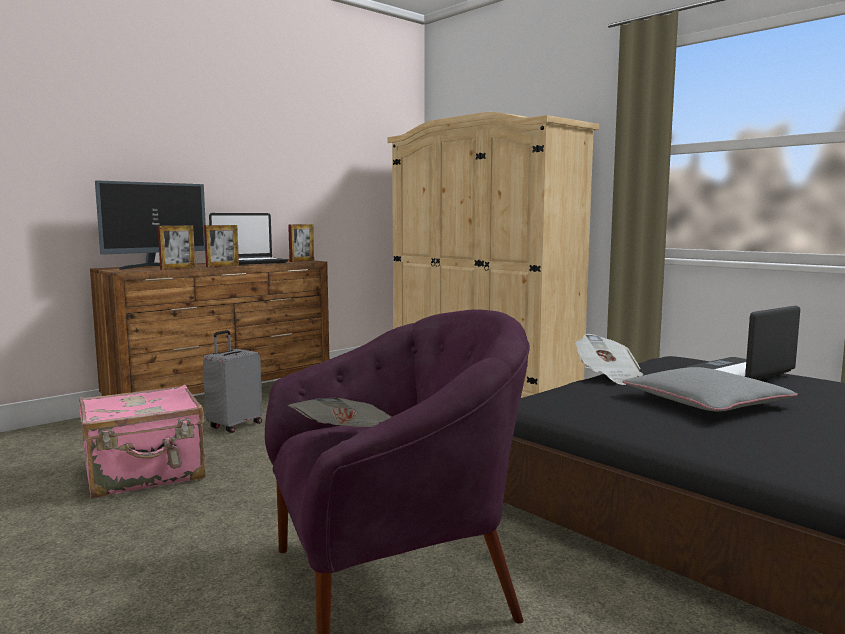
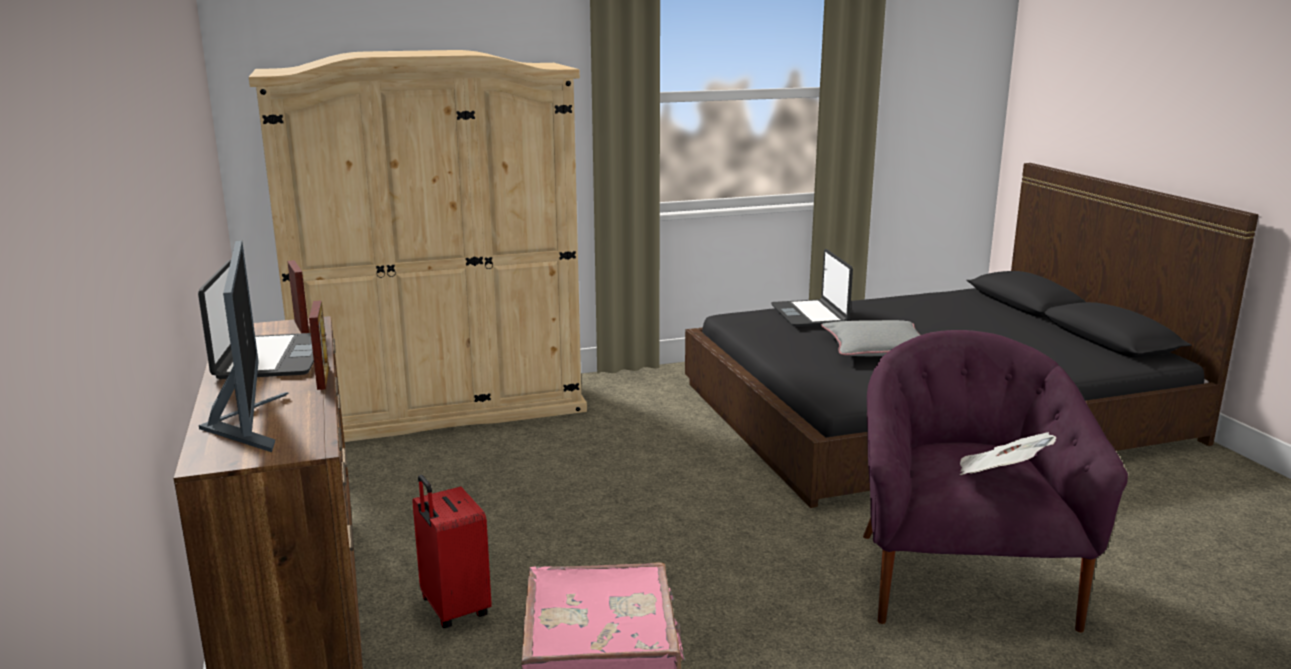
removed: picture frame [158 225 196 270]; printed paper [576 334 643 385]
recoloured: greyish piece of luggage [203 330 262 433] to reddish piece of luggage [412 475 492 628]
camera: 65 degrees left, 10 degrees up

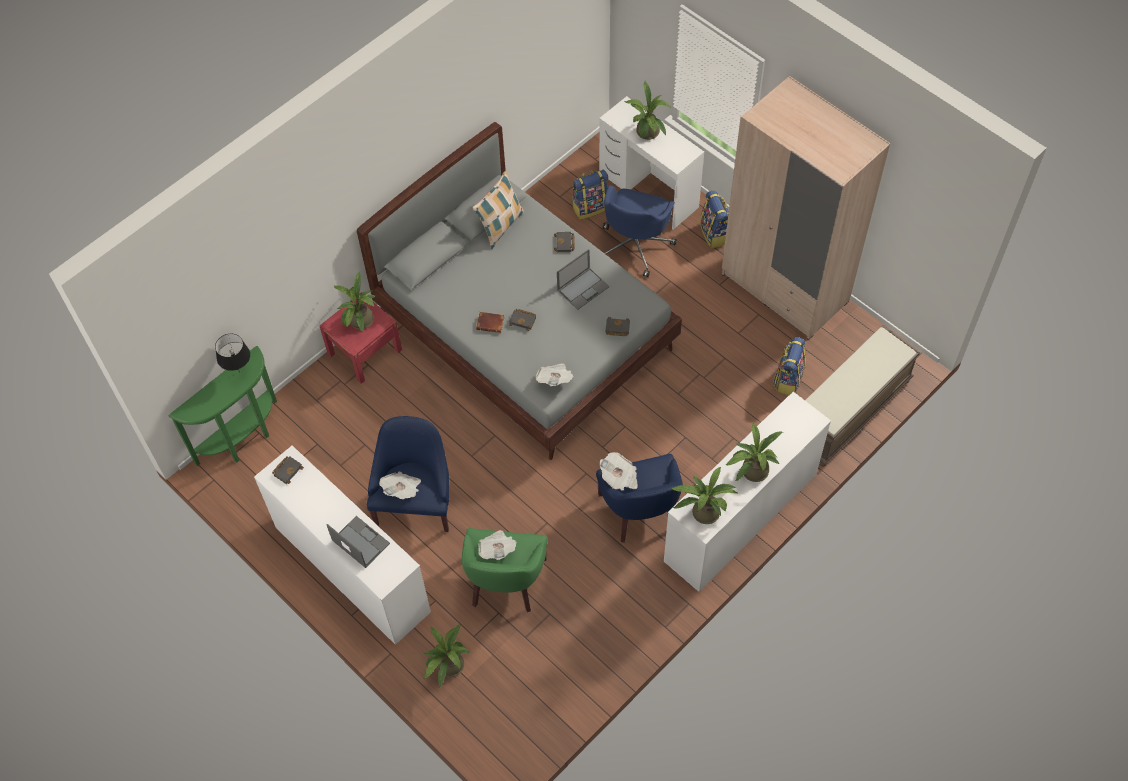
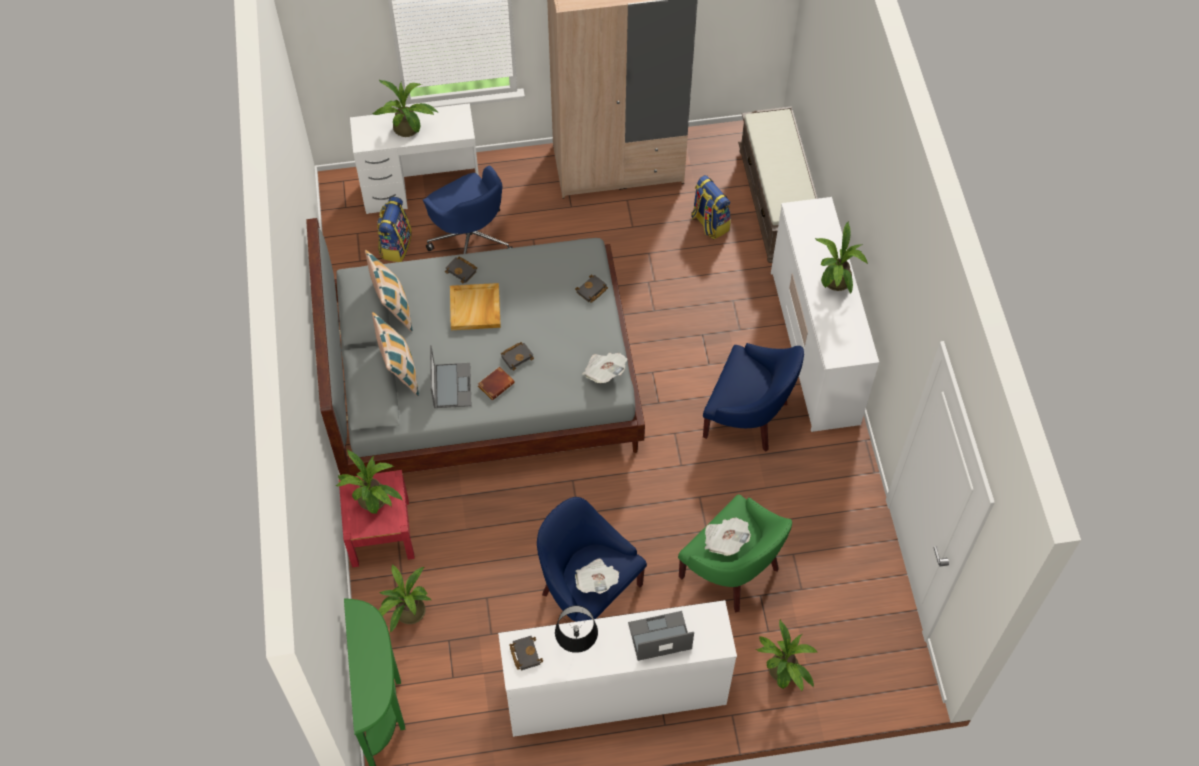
removed: printed paper [599 452 638 491]; rucksack [700 190 729 248]
added: cushion [372 312 419 396]; beige serving tray [450 283 501 330]
moved: plant in a pot [671 467 737 524] to [378 565 432 632]; laptop [557 249 609 310] to [430 345 471 408]; black-coloured tabletop lamp [215 334 250 372] to [555 605 598 653]
camera: 55 degrees left, 0 degrees up

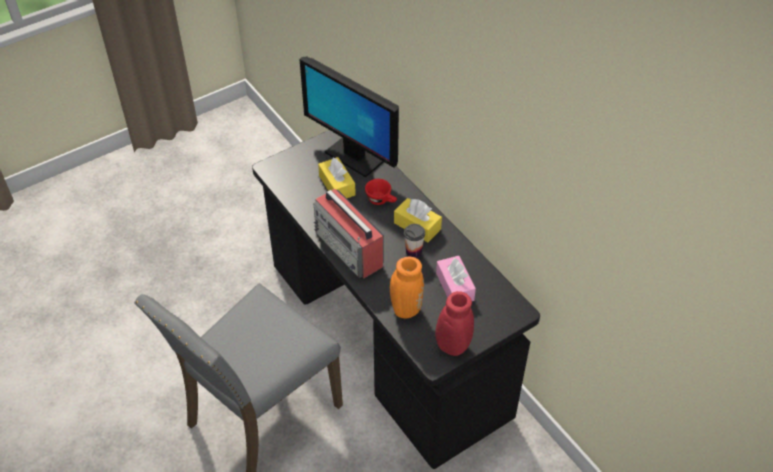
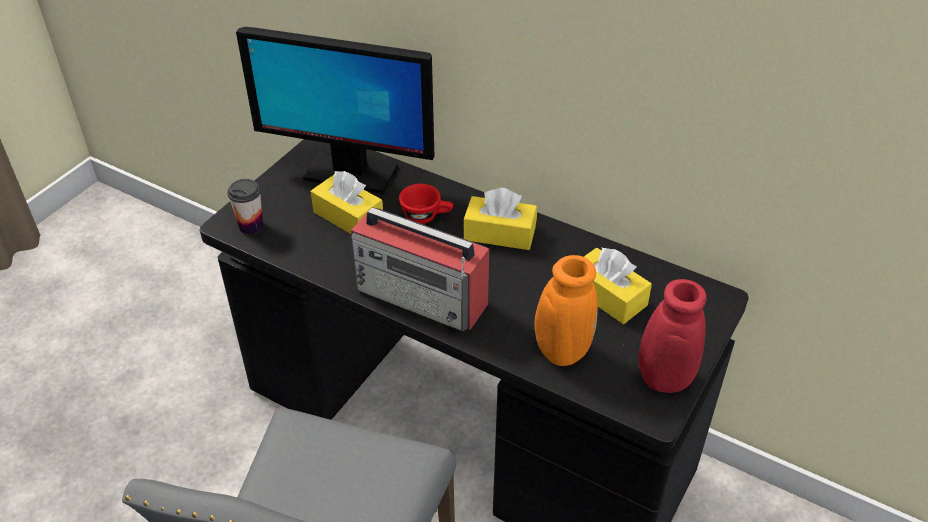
moved: small cup [404 224 425 258] to [227 179 263 235]
recoloured: pink-coloured tissue box [436 256 476 301] to yellowish tissue box [584 248 652 324]
camera: 25 degrees left, 5 degrees down

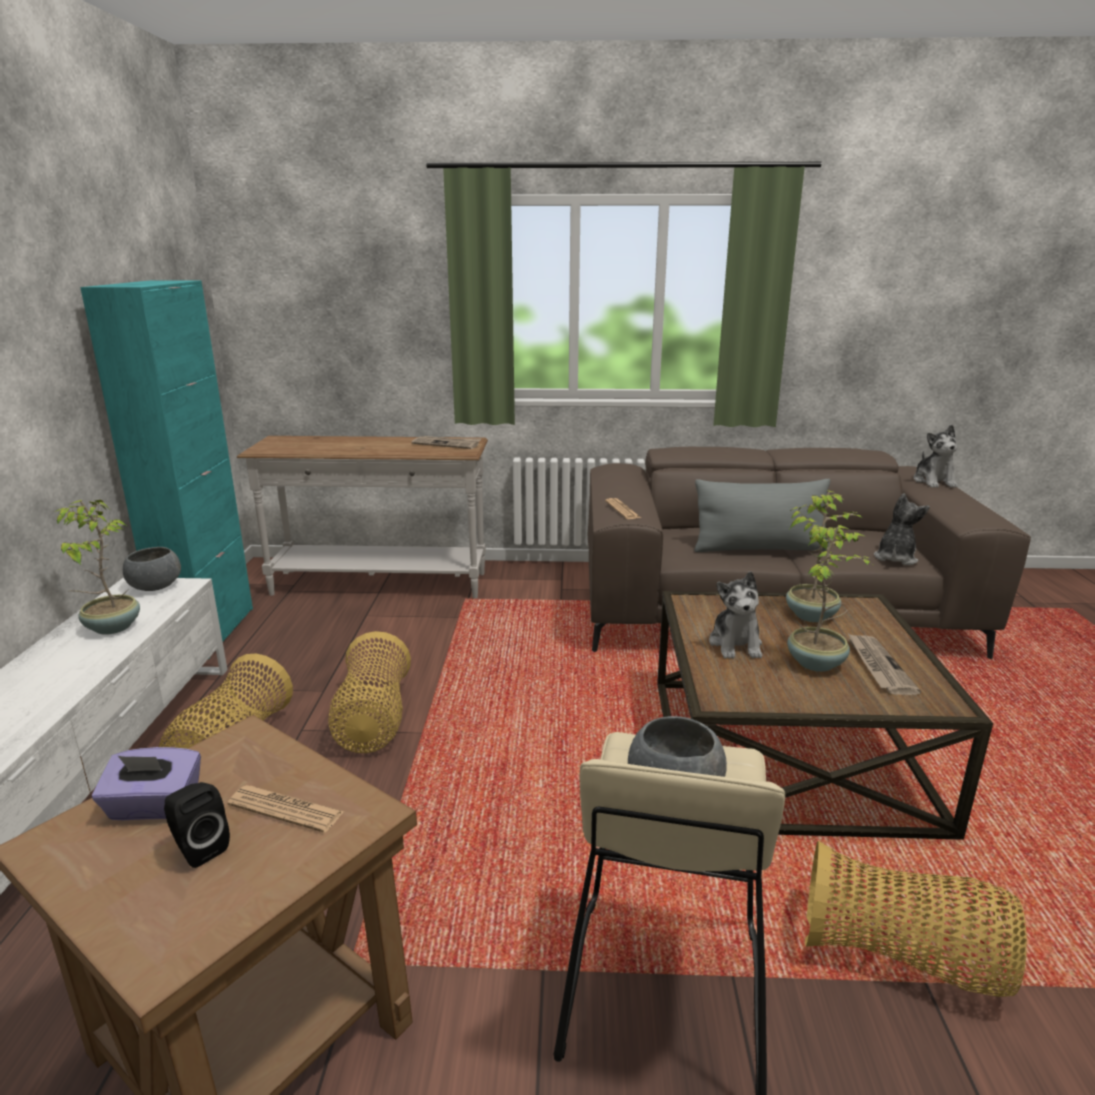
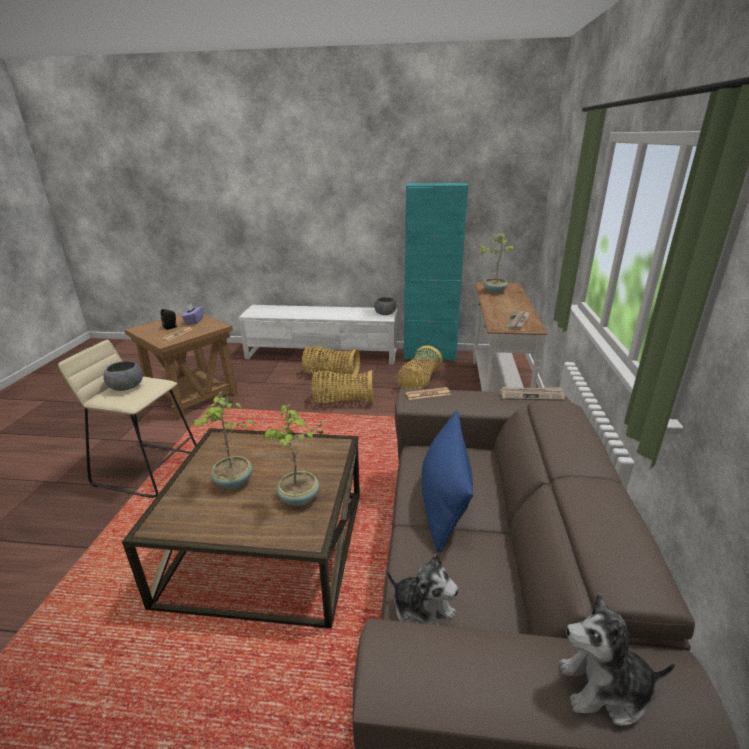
removed: plush toy [709 571 762 659]
moved: basket [805 841 1027 997] to [397 345 443 389]; plant in a pot [55 500 140 635] to [478 233 515 294]; printed paper [847 633 921 695] to [500 387 565 401]
recoloured: greyish cushion [694 479 830 552] to bluish cushion [421 411 473 552]
camera: 95 degrees right, 5 degrees up

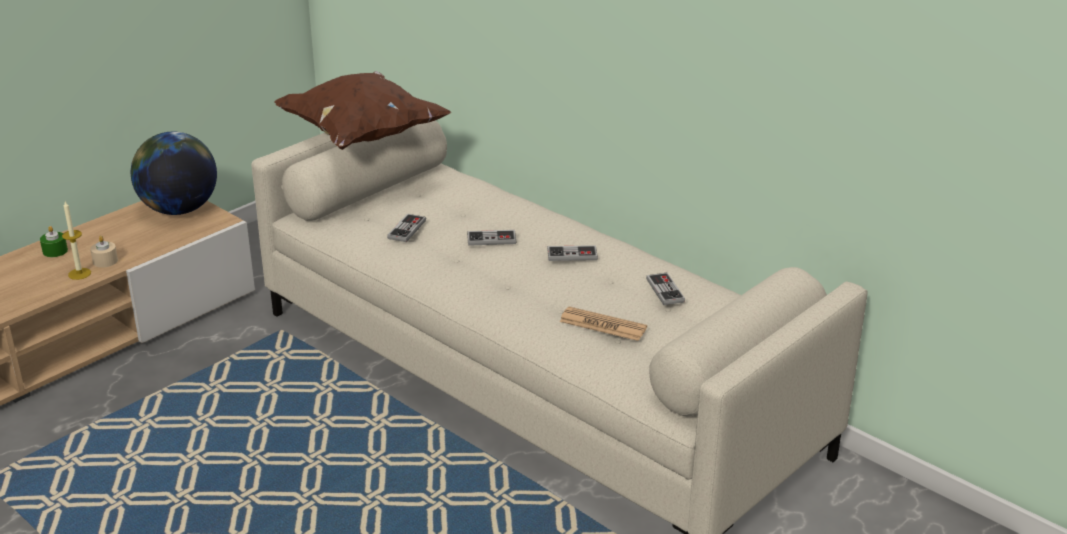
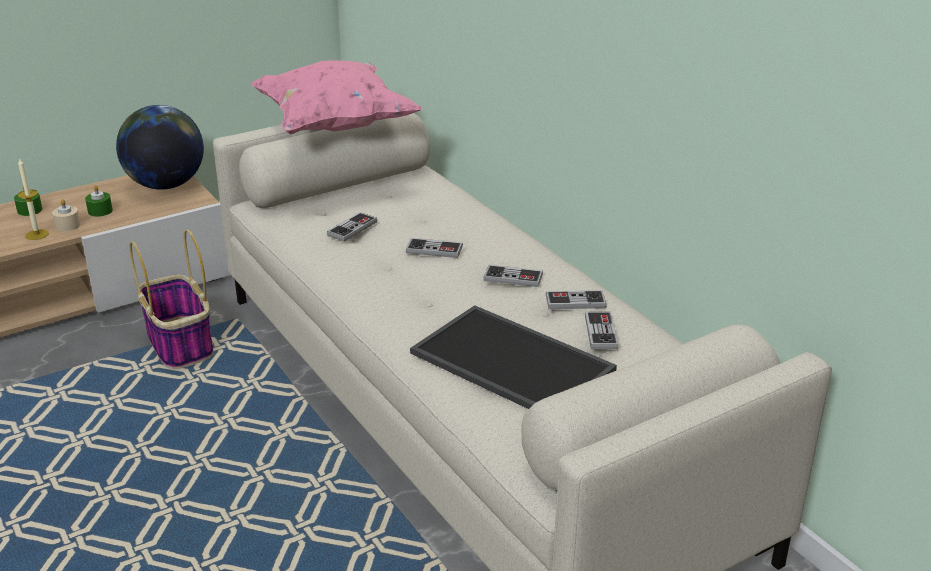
added: green wax light [85 185 113 217]; basket [129 229 213 369]; joypad [545 290 606 309]
replaced: printed paper [560 306 647 341] to serving tray [410 305 617 409]
recoloured: brownish cushion [274 71 451 150] to pink-coloured cushion [252 60 422 135]
camera: 15 degrees right, 0 degrees up

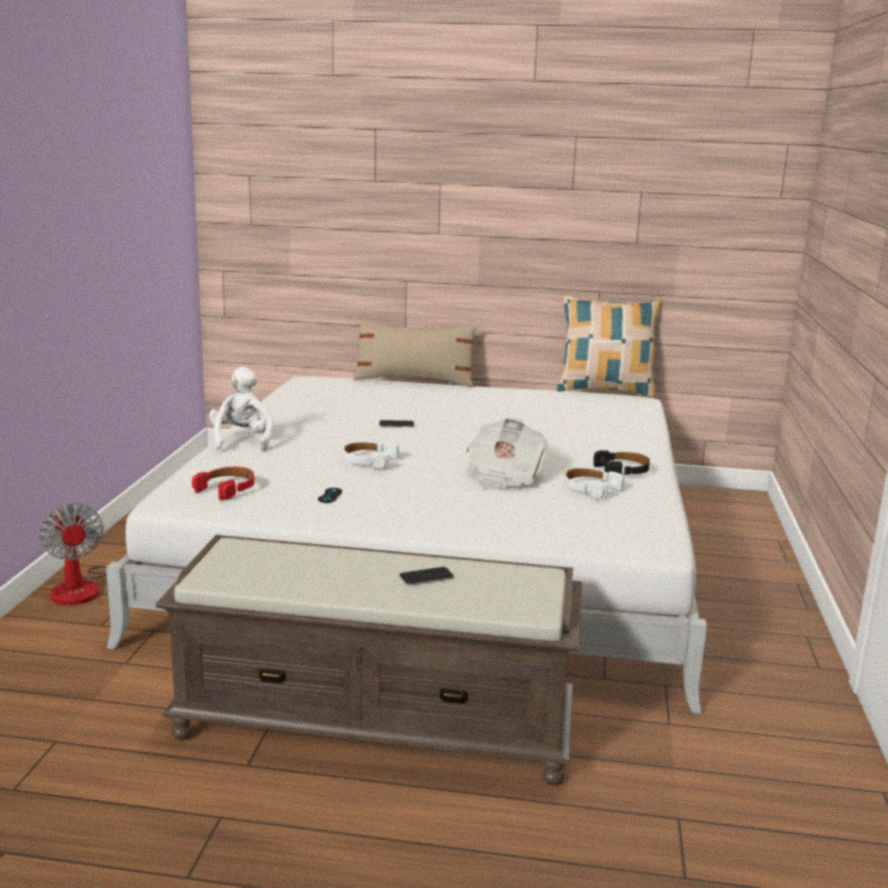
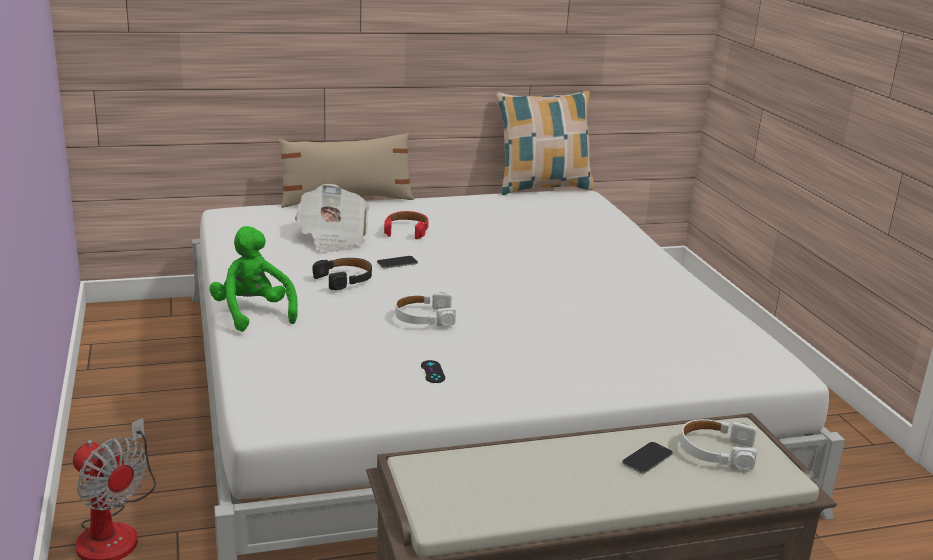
moved: printed paper [467 418 549 489] to [295 184 369 253]; black-coloured headphones [593 450 650 475] to [312 258 372 290]; reddish headphones [192 467 254 500] to [384 211 428 239]; white-coloured headphones [564 468 624 500] to [680 419 757 470]
recoloured: white-coloured plush toy [209 367 274 451] to green plush toy [209 226 298 332]
camera: 25 degrees left, 5 degrees up

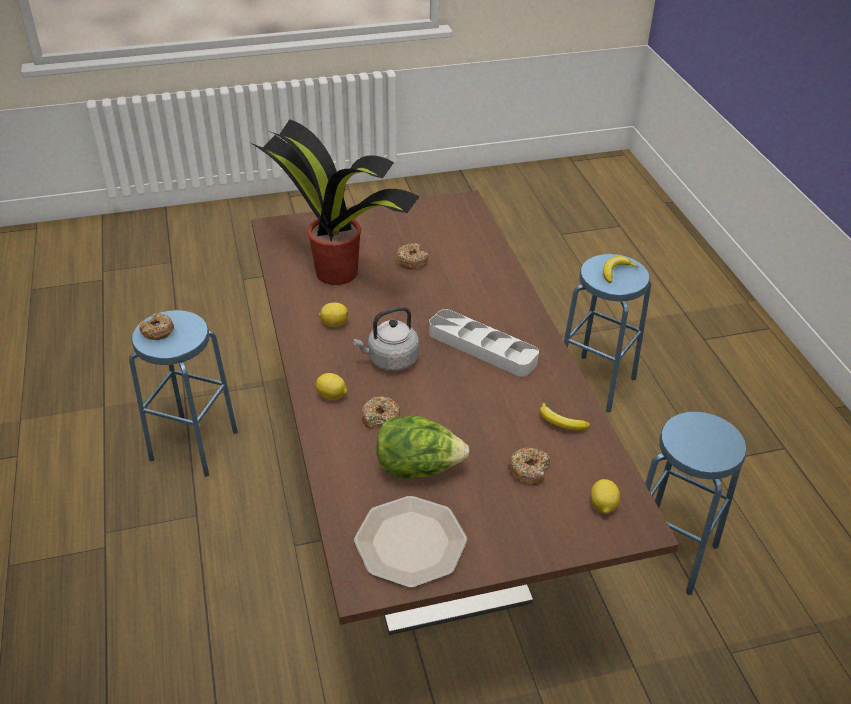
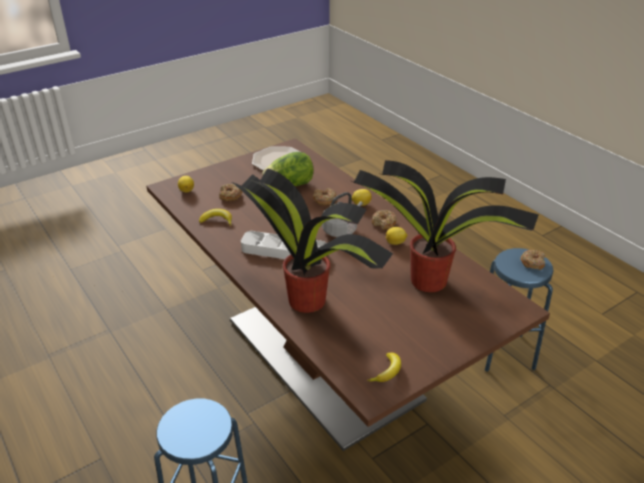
removed: bluish stool [645 412 747 595]
added: plant in a pot [232 168 393 313]
moved: whole banana [603 256 638 283] to [367 353 401 382]; donut [395 243 428 270] to [372 210 397 230]
camera: 160 degrees right, 5 degrees down

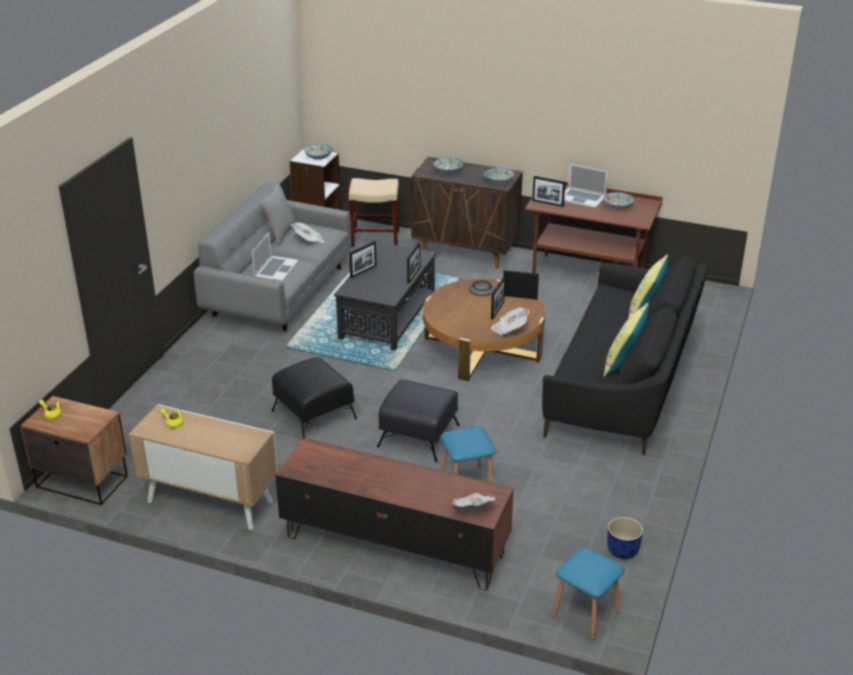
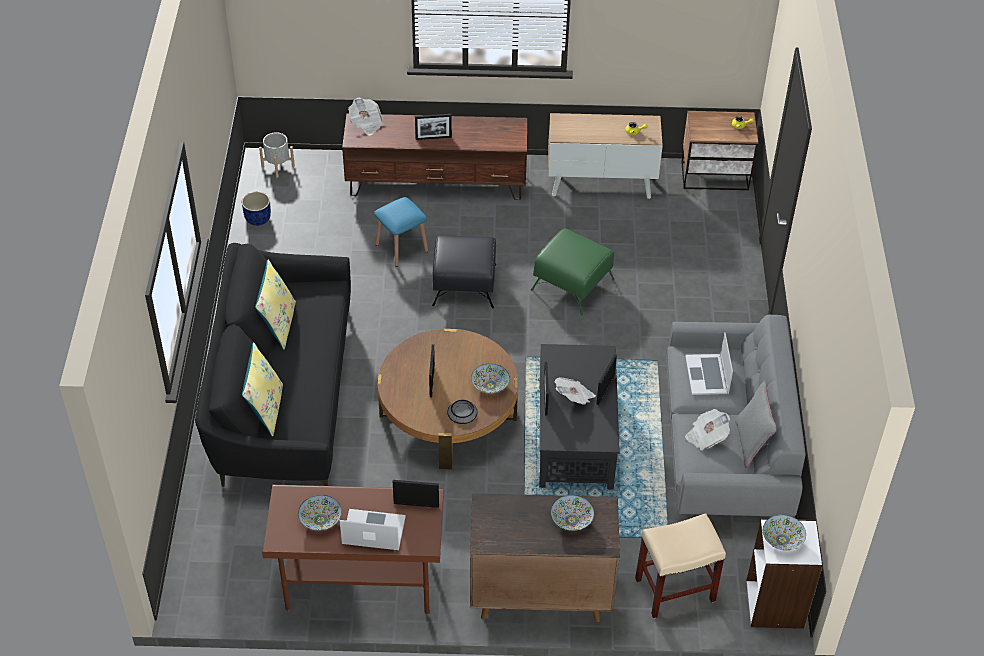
moved: picture frame [503 270 539 300] to [415 114 452 140]; deep dish [484 167 514 184] to [471 364 510 393]; printed paper [491 307 530 336] to [555 377 596 405]
replaced: bluish stool [552 547 625 640] to greyish planter [259 132 295 178]
recoloured: black-coloured ottoman [272 357 357 438] to green ottoman [531 228 614 316]
camera: 160 degrees right, 15 degrees up

